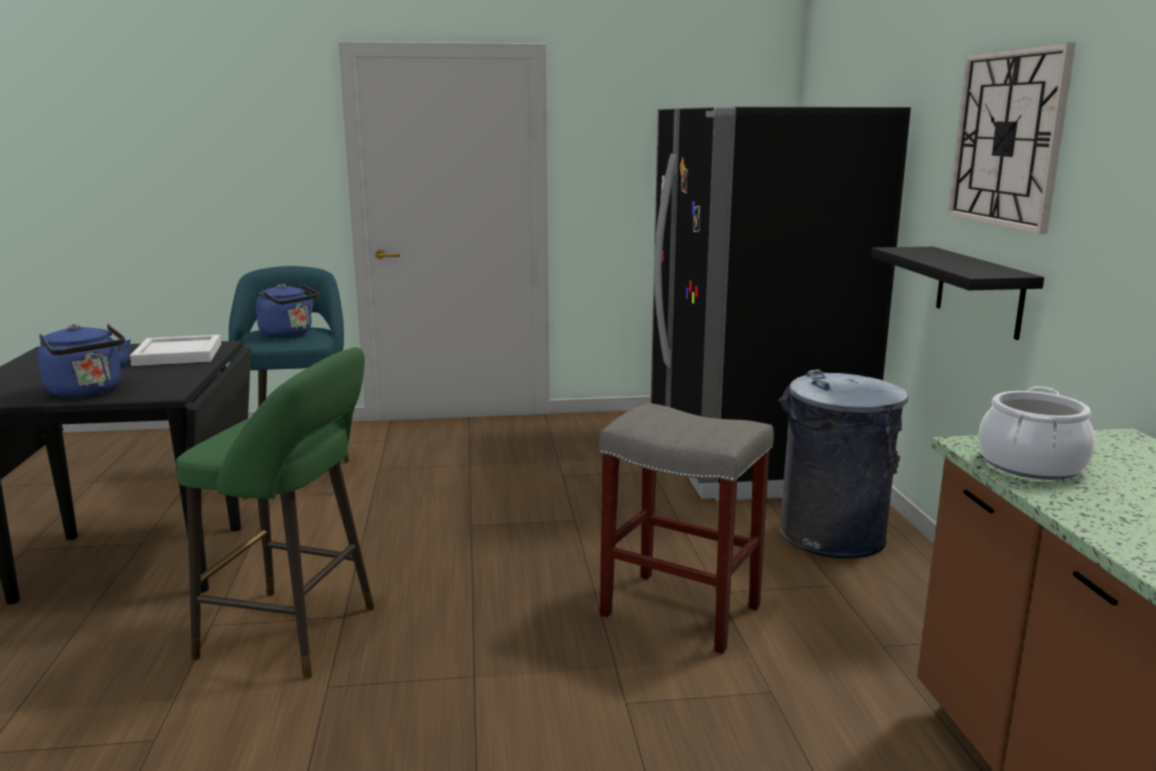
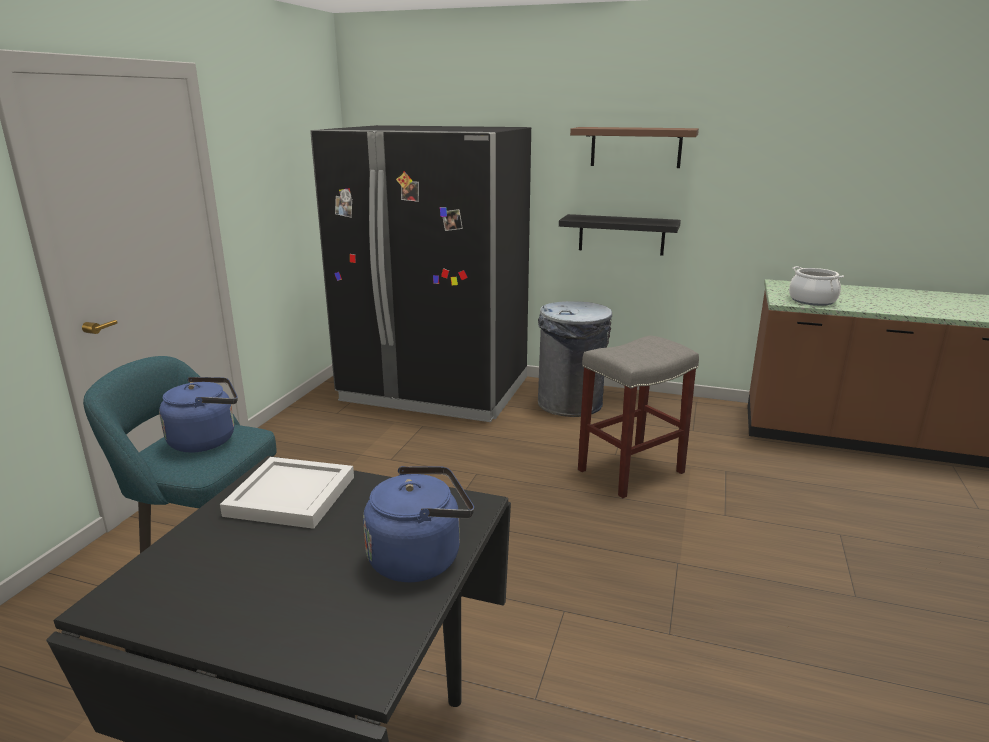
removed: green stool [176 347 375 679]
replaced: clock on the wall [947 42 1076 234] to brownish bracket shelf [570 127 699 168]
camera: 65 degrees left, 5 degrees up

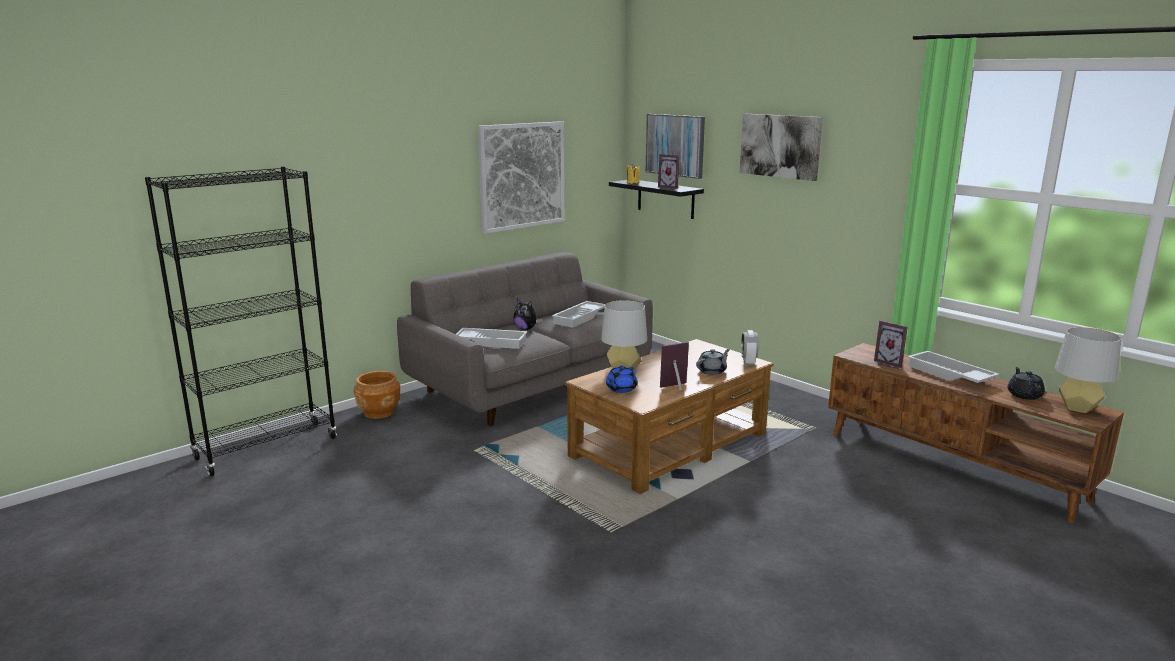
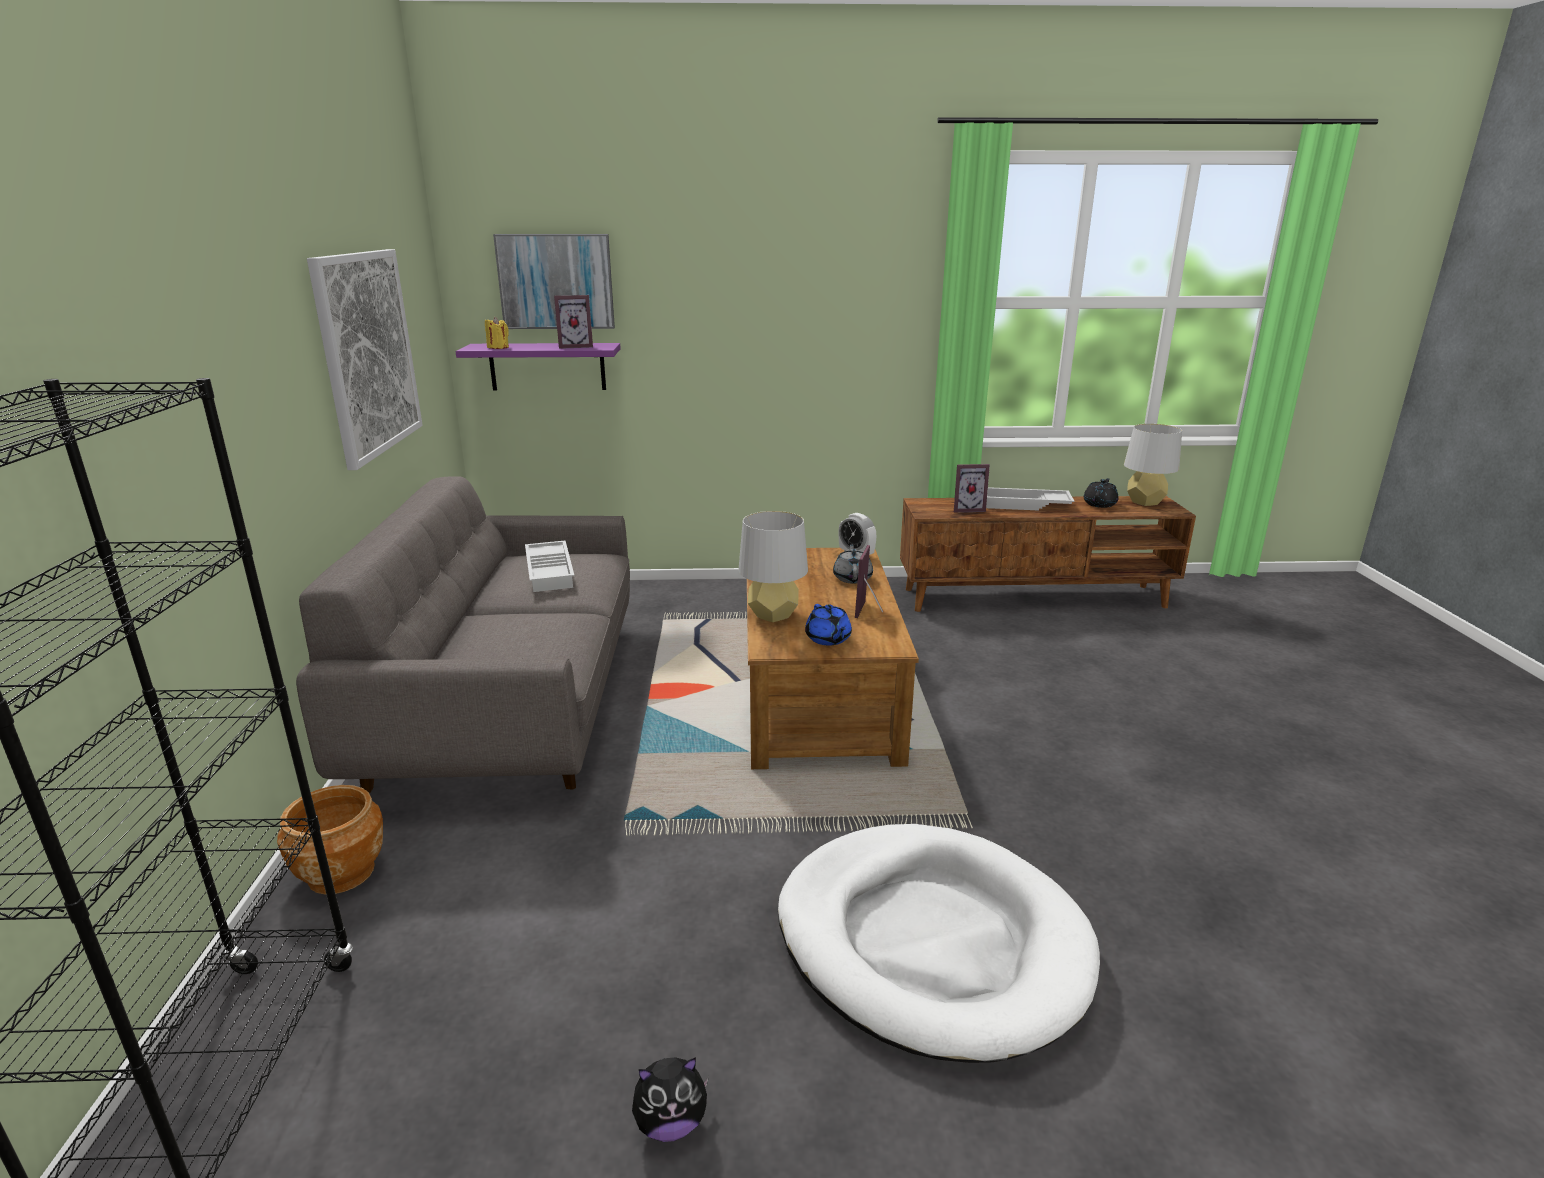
removed: white-coloured serving tray [456 328 527 349]; picture [740 114 823 181]
added: white-coloured dog bed [778 824 1100 1063]
moved: plush toy [514 299 541 330] to [632 1057 709 1142]
recoloured: black-coloured bracket shelf [609 180 704 219] to purple-coloured bracket shelf [455 343 621 391]
turned: black-coloured tea pot [1007 367 1045 400] = [1084 478 1119 508] 75 degrees clockwise
camera: 50 degrees left, 5 degrees up

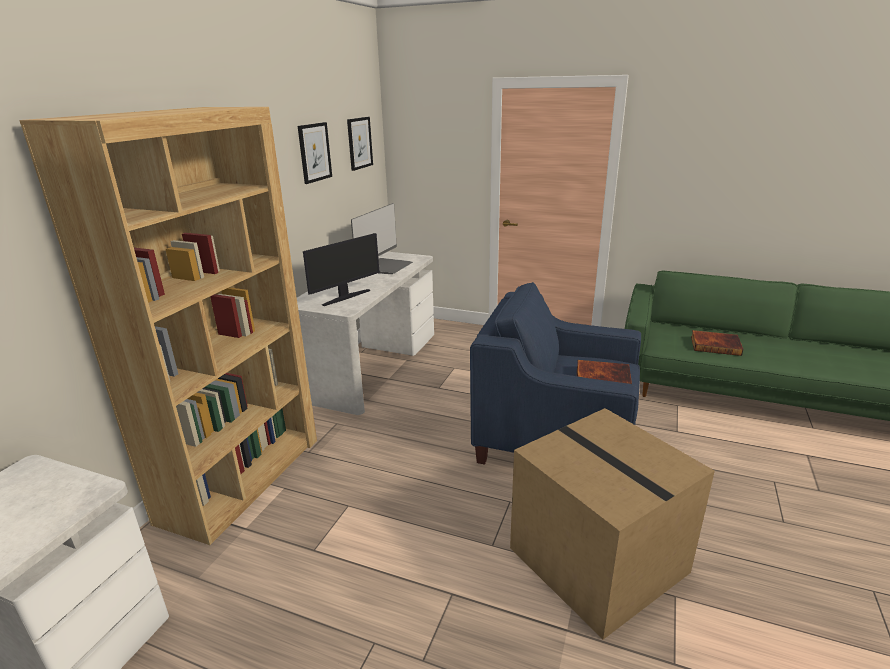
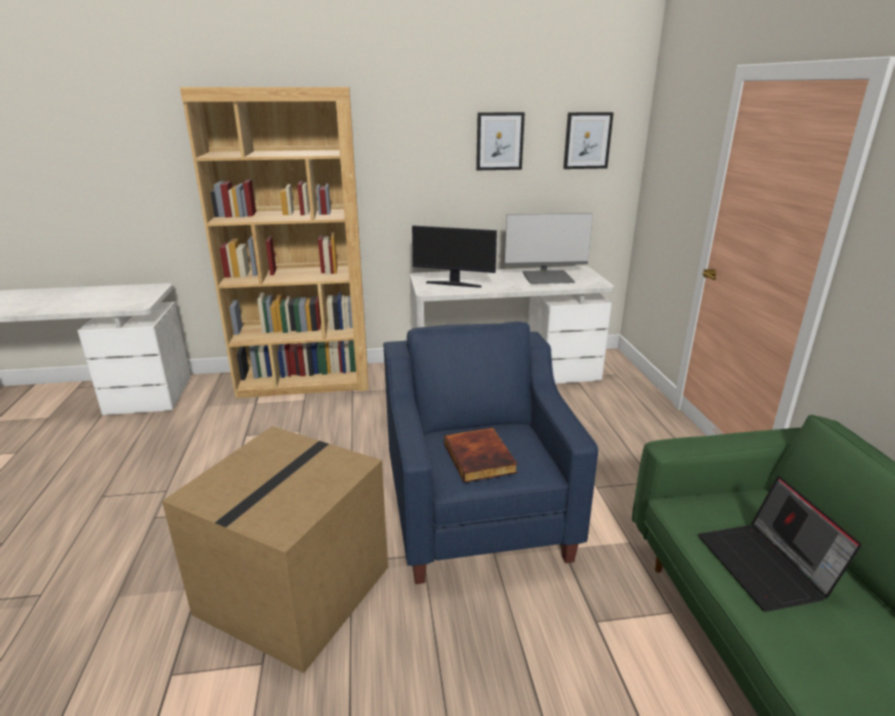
replaced: volume [691 330 743 356] to laptop [698 476 862 612]
camera: 60 degrees right, 0 degrees up

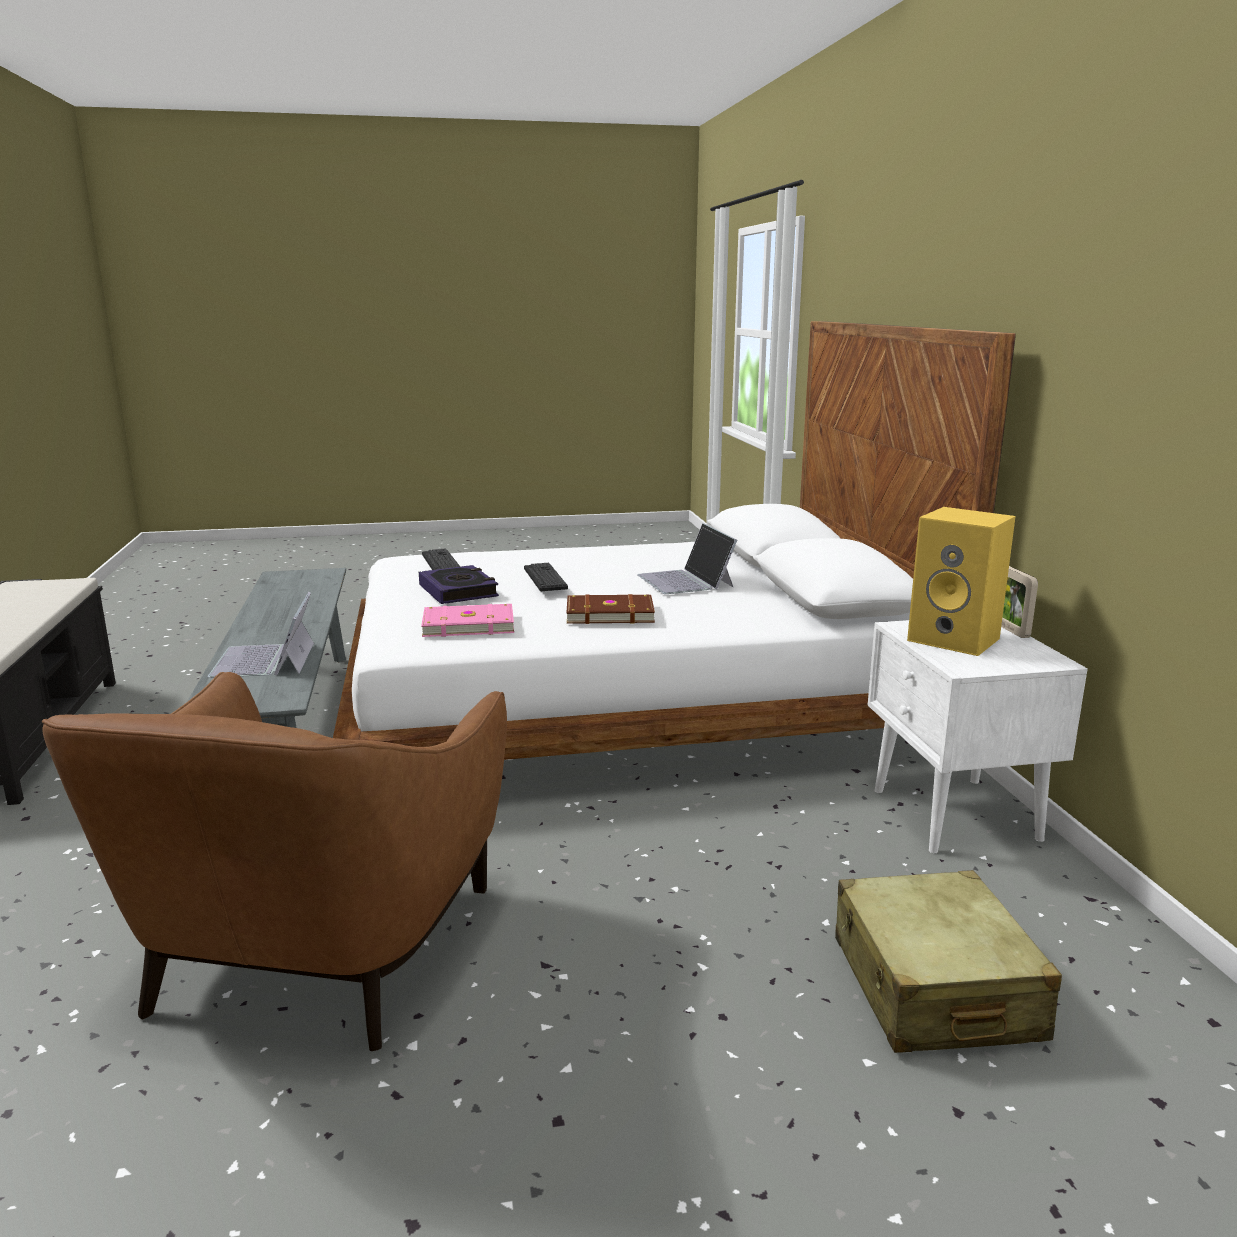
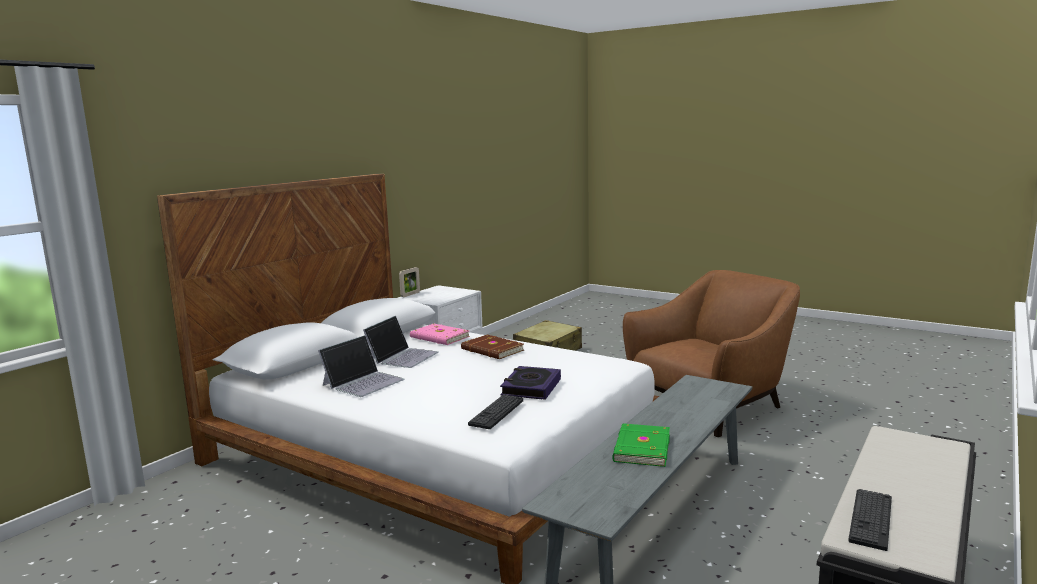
removed: yellowish loudspeaker [907 507 1016 656]
added: green volume [612 423 670 467]
moved: laptop [207 592 314 678] to [318 335 405 397]; pink-coloured volume [421 604 514 637] to [410 324 470 345]; PC keyboard [524 563 568 591] to [848 489 892 551]
camera: 135 degrees left, 5 degrees down

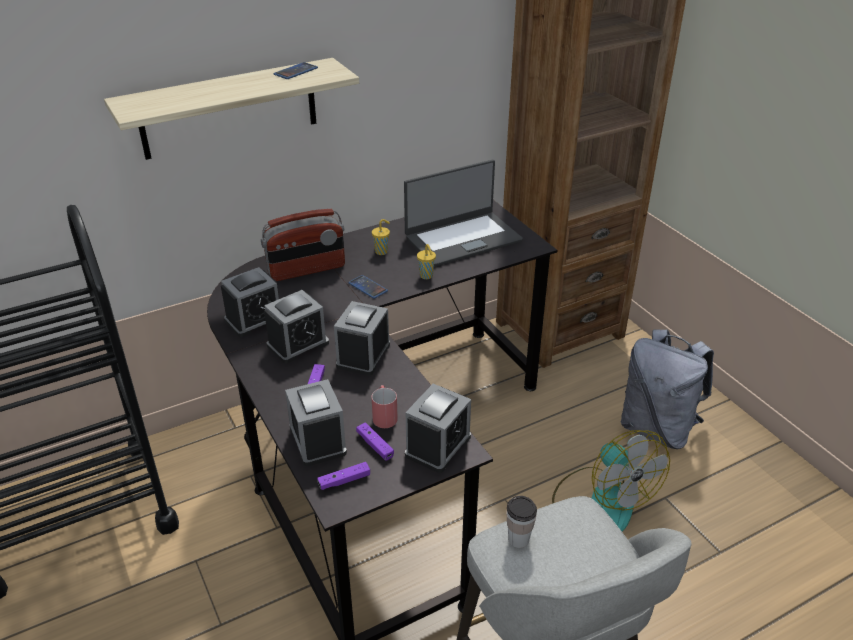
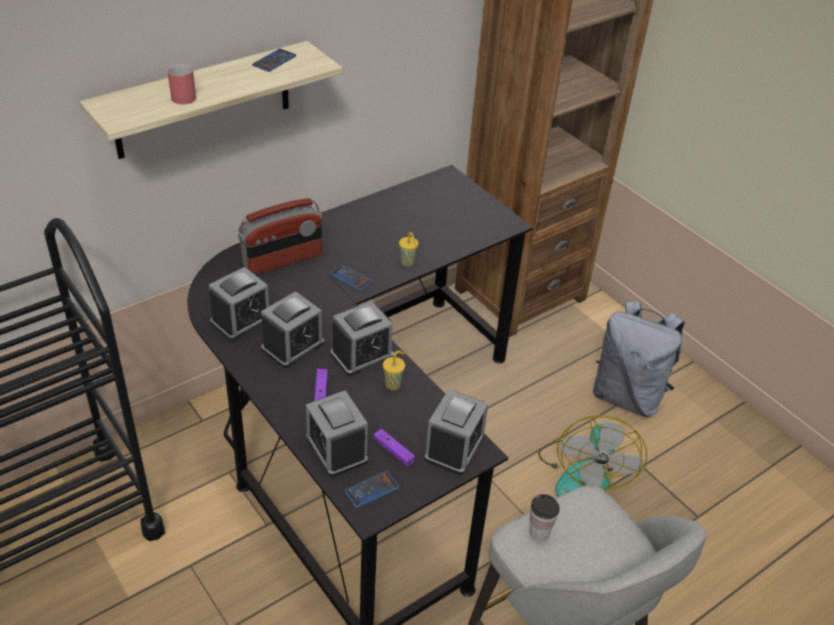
removed: laptop [404 160 523 267]
moved: reddish coffee mug [372 385 398 428] to [167 64 196 104]; yellowish small cup [372 219 390 255] to [383 351 405 390]
replaced: purple-coloured joypad [317 462 370 490] to telephone [344 471 399 508]
turned: bedside clock [334 301 390 376] = [331 301 394 376] 135 degrees counterclockwise; electric fan [552 430 670 532] = [538 415 647 497] 45 degrees clockwise
camera: 10 degrees left, 5 degrees up

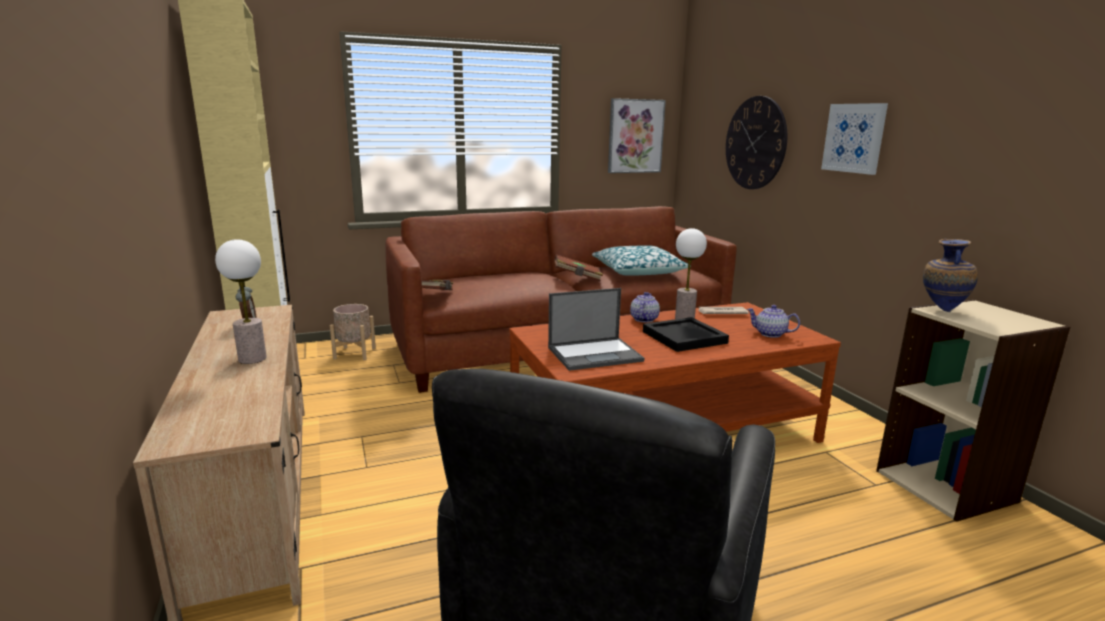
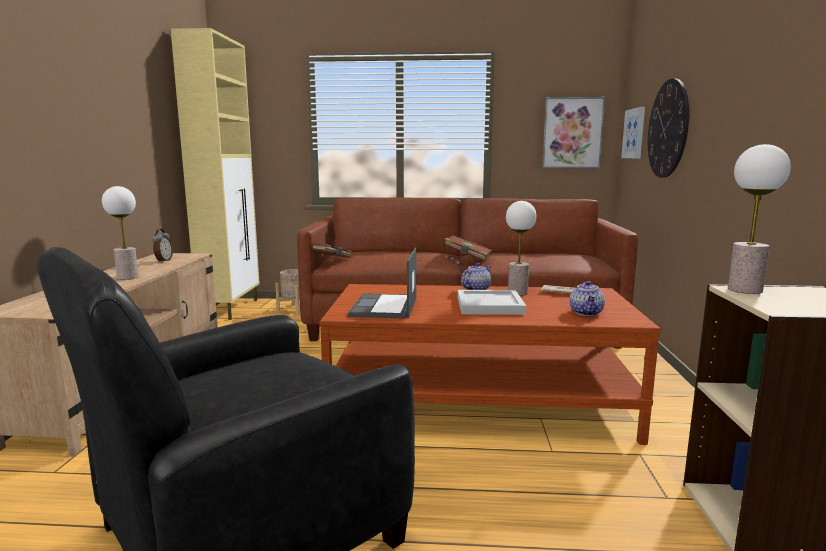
removed: cushion [592 245 691 276]
moved: picture [821 103 888 175] to [621 107 645 158]
replaced: decorative vase [923 239 978 312] to tabletop lamp [728 144 791 294]
recoloured: black-coloured serving tray [643 317 729 352] to white-coloured serving tray [458 290 526 315]
turned: laptop [548 288 644 371] = [348 247 417 318] 90 degrees clockwise; tea pot [747 305 800 338] = [570 281 605 316] 135 degrees counterclockwise
camera: 25 degrees right, 5 degrees down

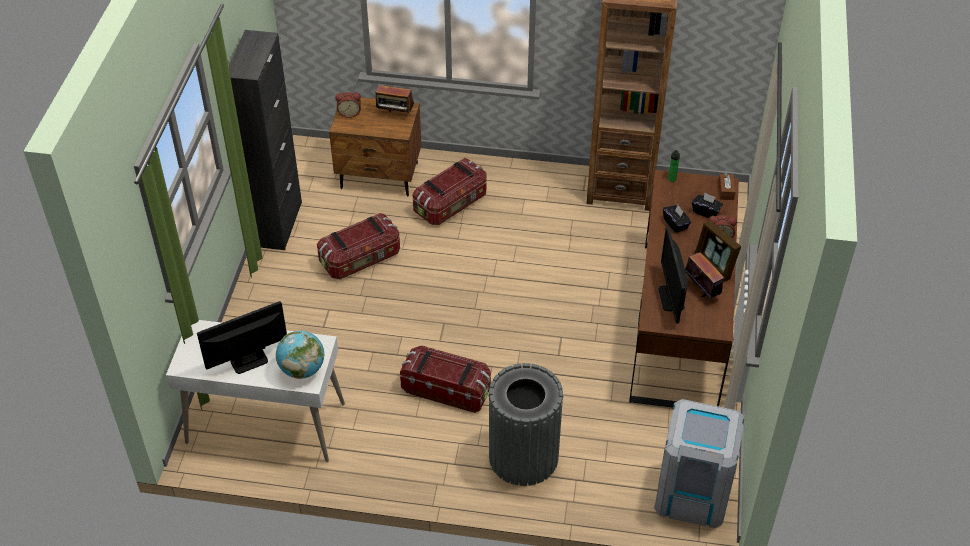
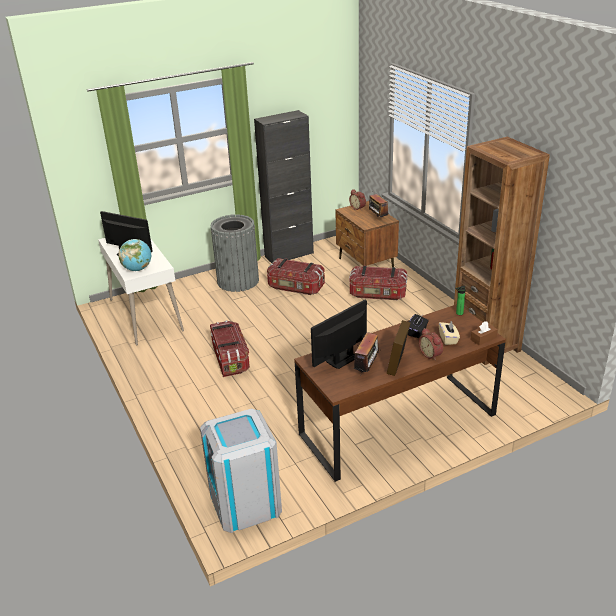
moved: greyish rubbish bin [488 363 564 486] to [211 214 259 292]
recoloured: black-coloured tissue box [692 193 723 218] to beige tissue box [439 321 460 345]
camera: 55 degrees right, 15 degrees down

